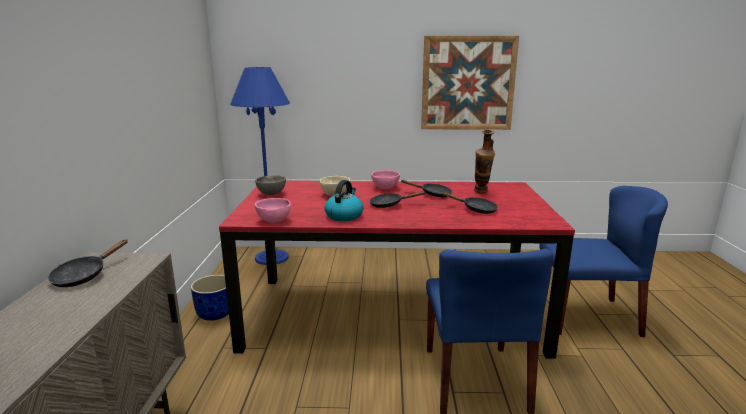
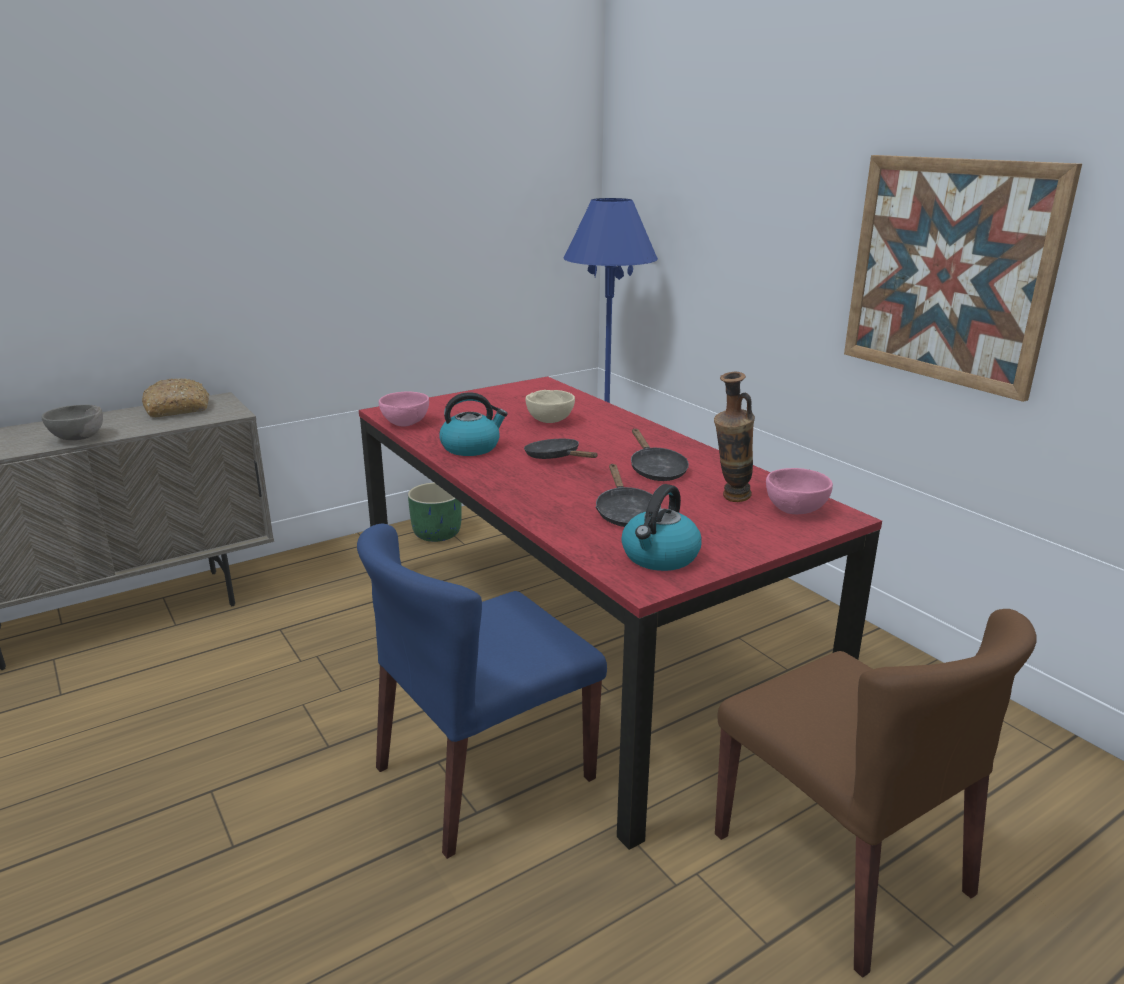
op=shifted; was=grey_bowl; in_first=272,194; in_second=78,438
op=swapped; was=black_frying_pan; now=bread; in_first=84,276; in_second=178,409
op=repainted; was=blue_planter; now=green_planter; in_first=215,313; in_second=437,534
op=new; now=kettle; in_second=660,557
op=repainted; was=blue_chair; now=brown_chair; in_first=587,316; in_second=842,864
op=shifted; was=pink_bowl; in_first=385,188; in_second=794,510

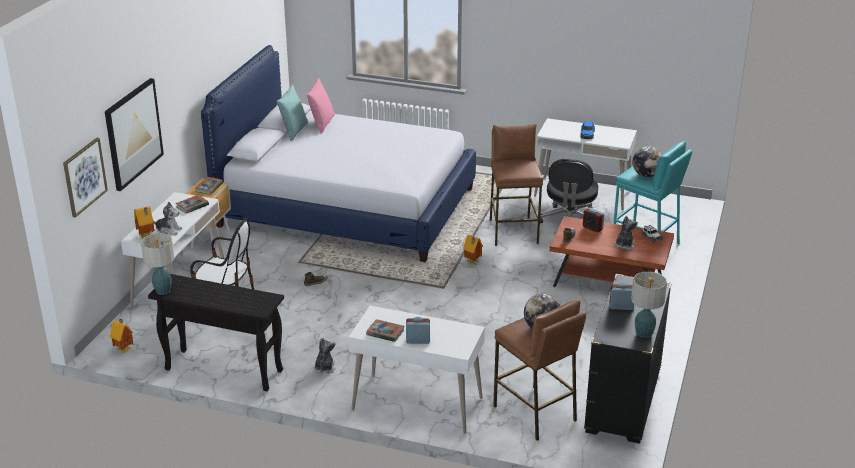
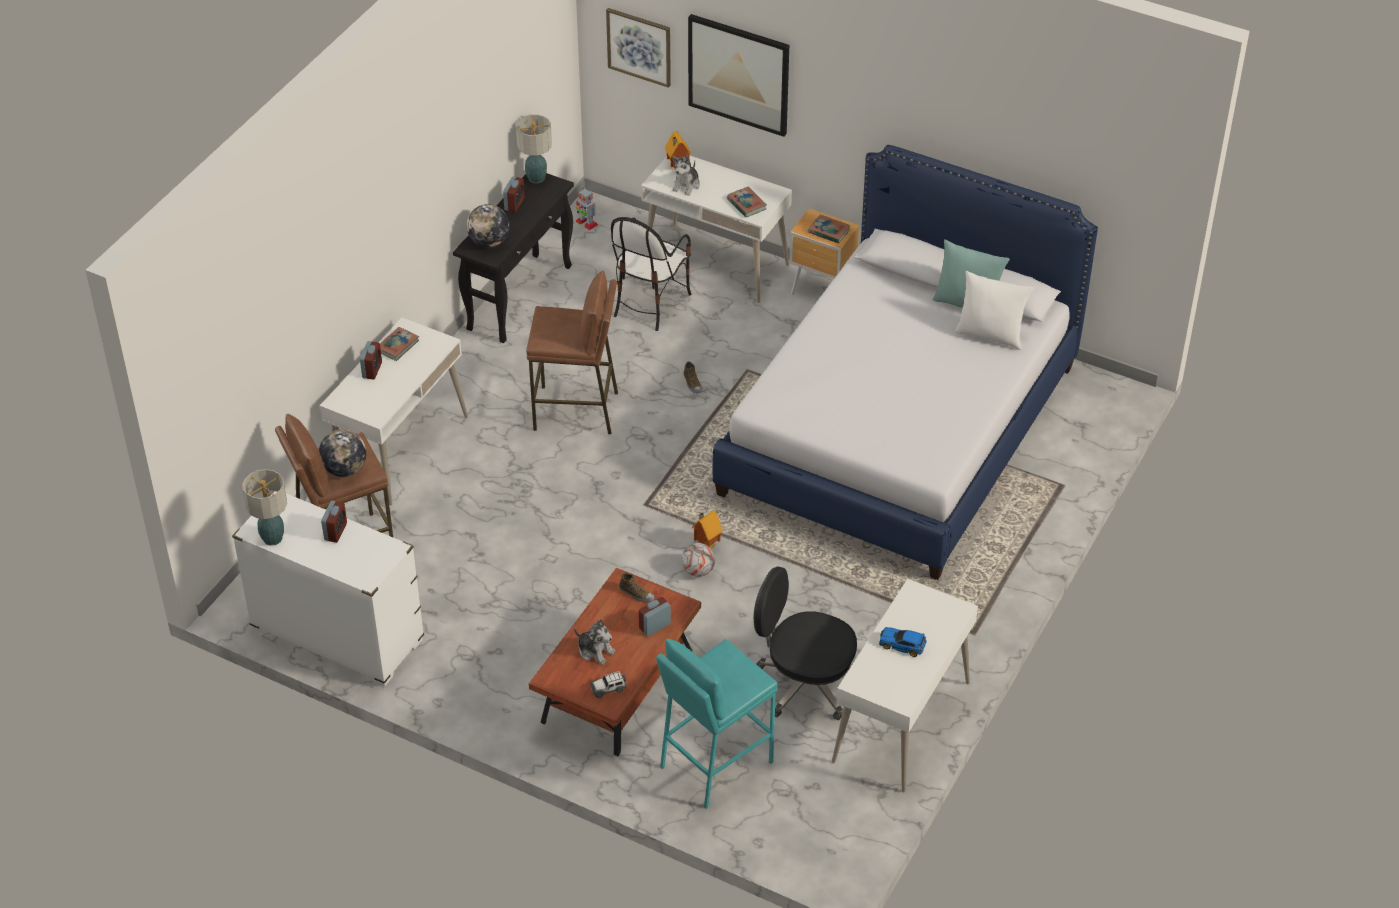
op=repainted; was=black_dresser; now=white_dresser; in_first=623,401; in_second=337,635
op=shifted; was=globe; in_first=646,175; in_second=489,242
op=new; now=alarm_clock; in_second=514,204
op=shifted; was=brown_stool; in_first=513,231; in_second=576,411
op=swapped; was=toy_house; now=toy_robot; in_first=124,349; in_second=586,223
op=new; now=football; in_second=698,571
op=repainted; was=pink_pillow; now=white_pillow; in_first=321,124; in_second=990,335
op=gone; was=plush_toy; in_first=324,368

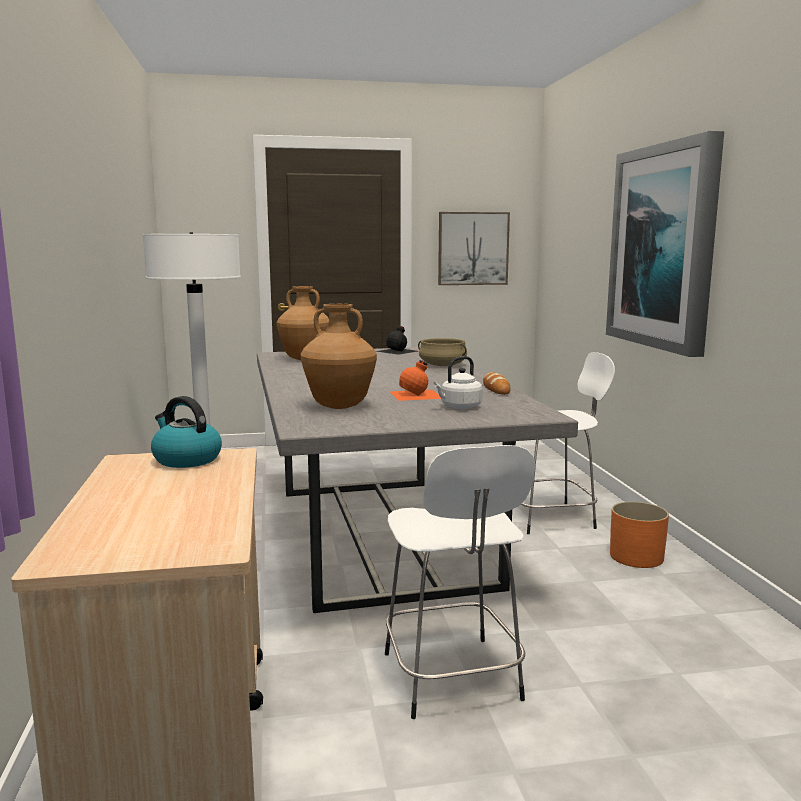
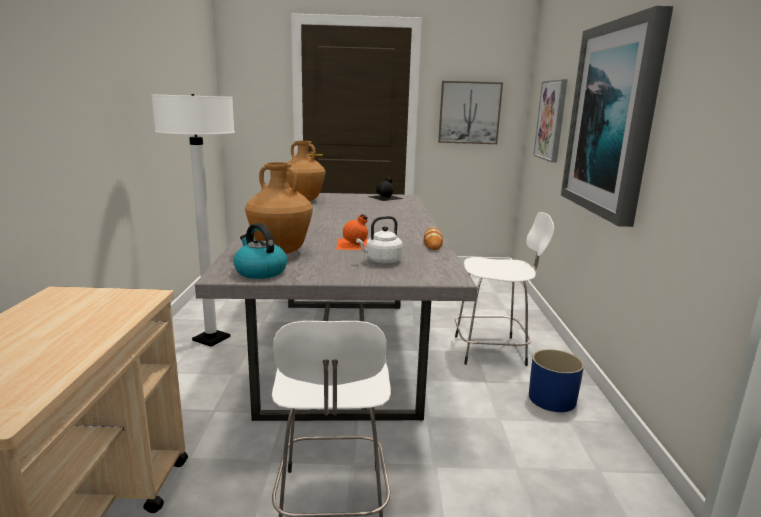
op=shifted; was=kettle; in_first=186,459; in_second=260,272
op=repainted; was=orange_planter; now=blue_planter; in_first=637,557; in_second=552,399
op=new; now=picture; in_second=551,120
op=gone; was=beige_cooking_pot; in_first=442,365

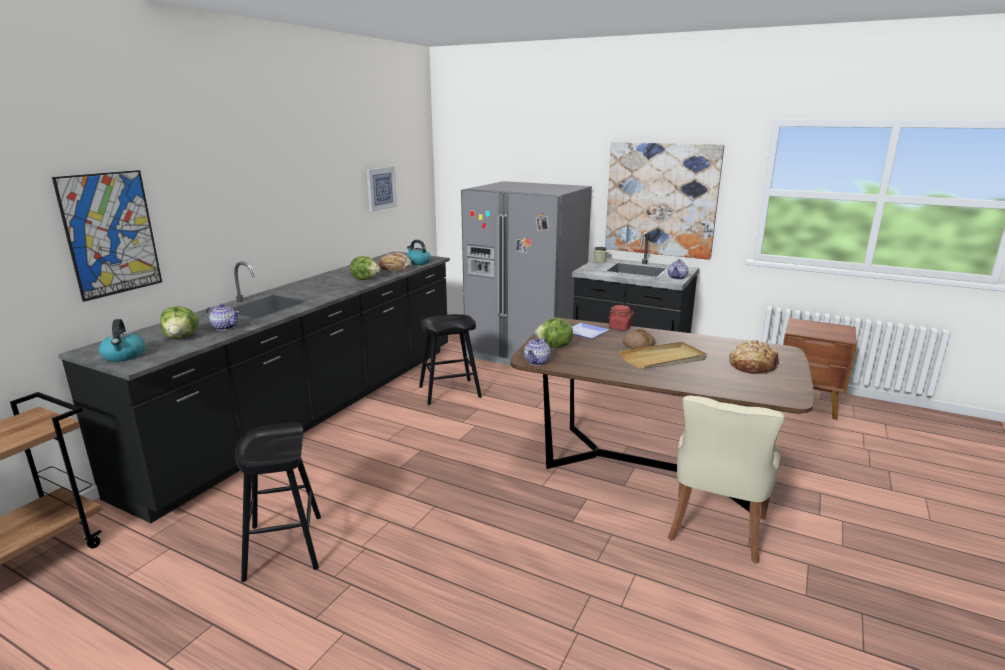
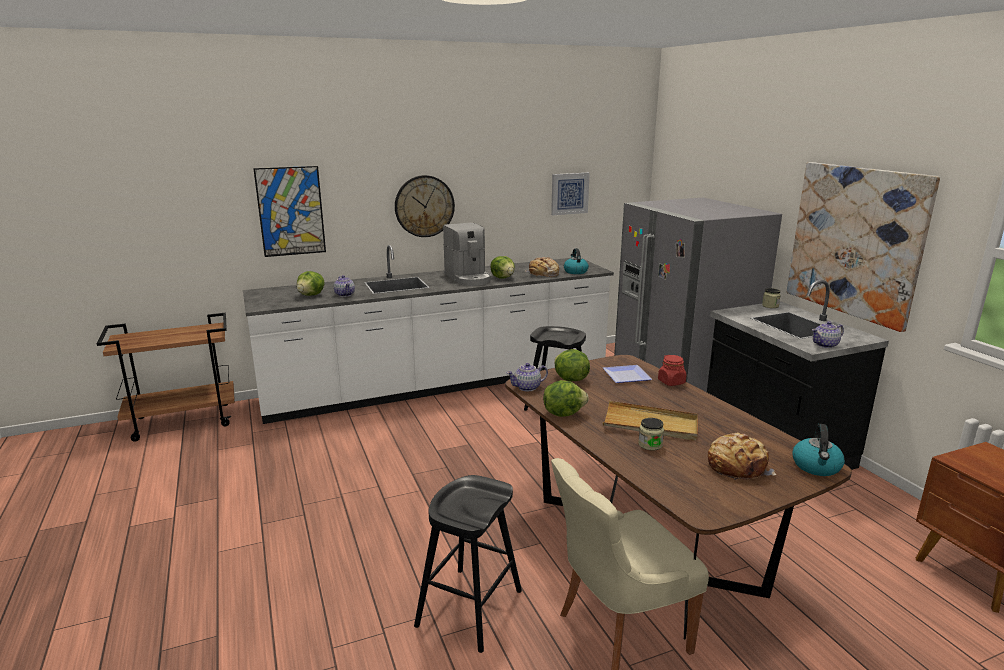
op=repainted; was=black_counter; now=white_counter; in_first=316,410; in_second=440,385
op=new; now=wall_clock; in_second=424,206
op=shifted; was=black_stool; in_first=284,547; in_second=469,608
op=new; now=coffee_machine; in_second=468,278
op=new; now=lettuce; in_second=563,413
op=new; now=jar; in_second=650,444
op=shifted; was=kettle; in_first=124,356; in_second=816,467
op=gone; was=bread; in_first=638,345

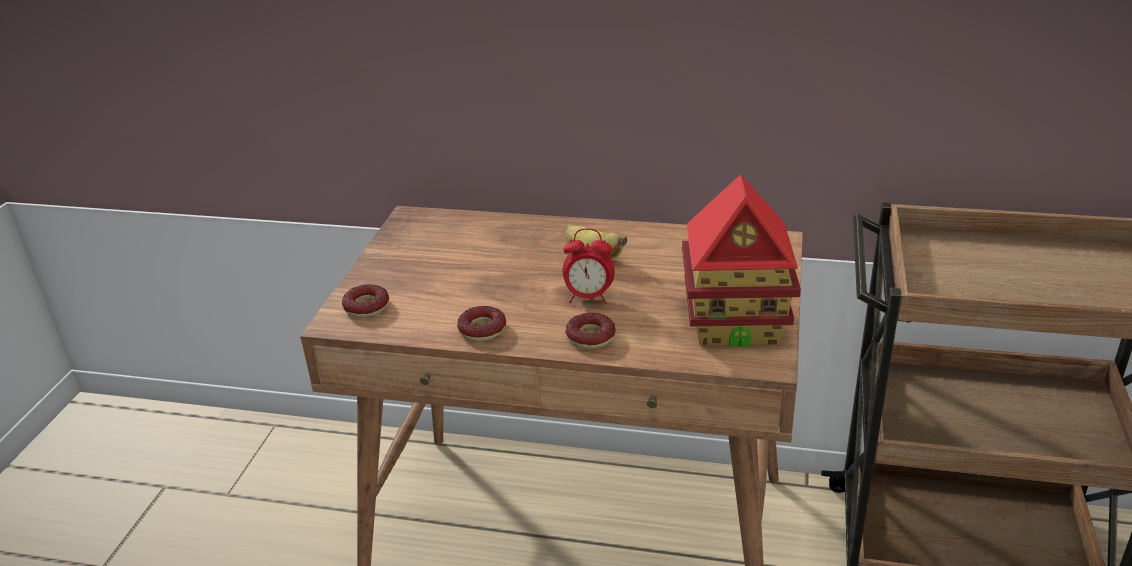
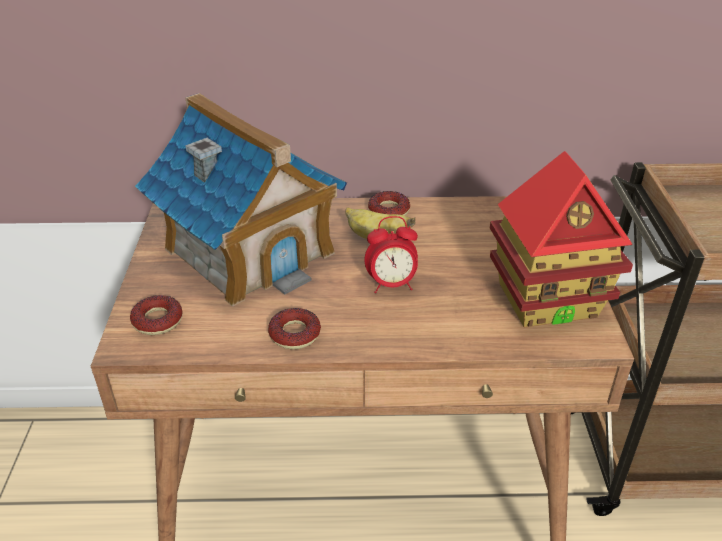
op=new; now=toy_house; in_second=249,250
op=shifted; was=donut; in_first=590,336; in_second=388,211

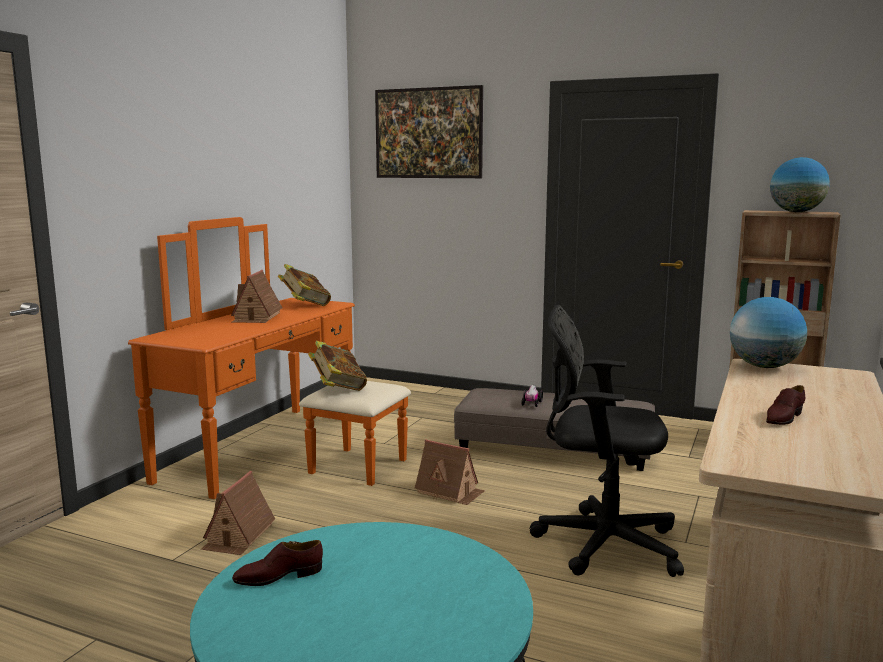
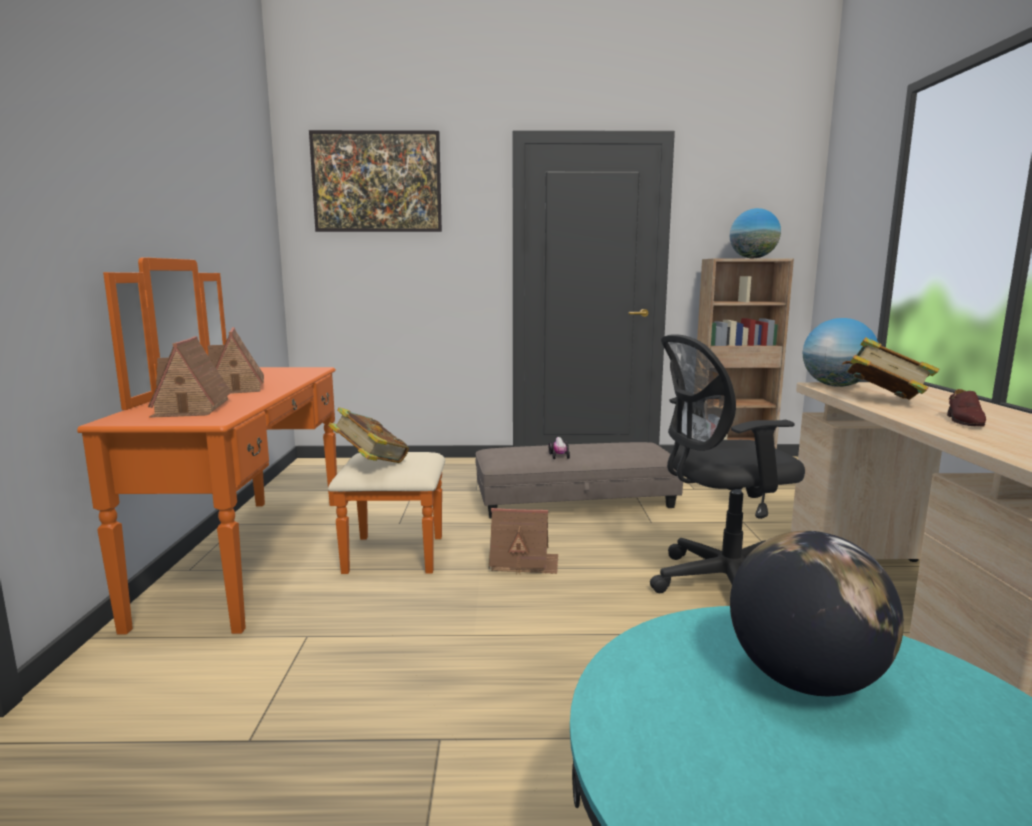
op=shifted; was=toy_house; in_first=238,536; in_second=191,408
op=new; now=globe; in_second=804,680
op=shifted; was=book; in_first=305,305; in_second=883,401
op=gone; was=brown_shoe; in_first=278,576

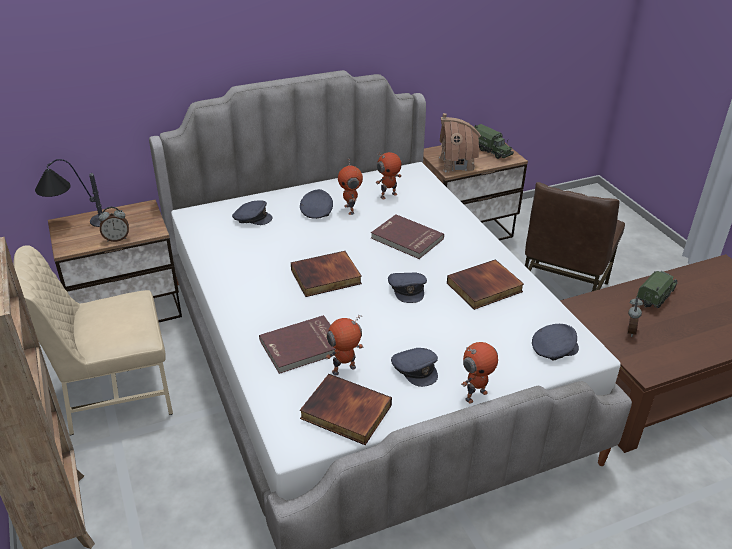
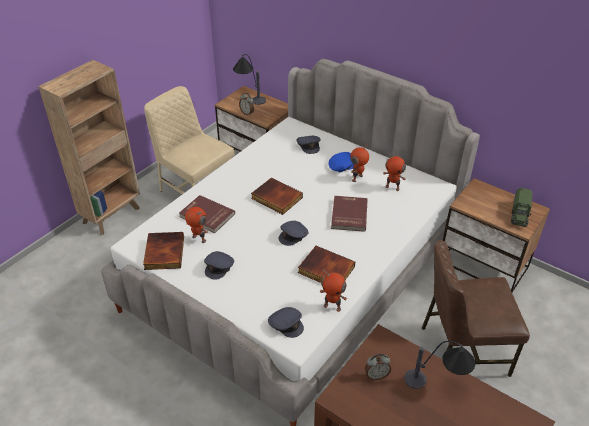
op=shifted; was=toy_robot; in_first=475,395; in_second=332,306
op=repainted; was=grey_cap; now=blue_cap; in_first=316,211; in_second=341,166
op=swapped; was=toy_truck; now=table_lamp; in_first=655,295; in_second=438,382
op=gone; was=toy_house; in_first=456,164

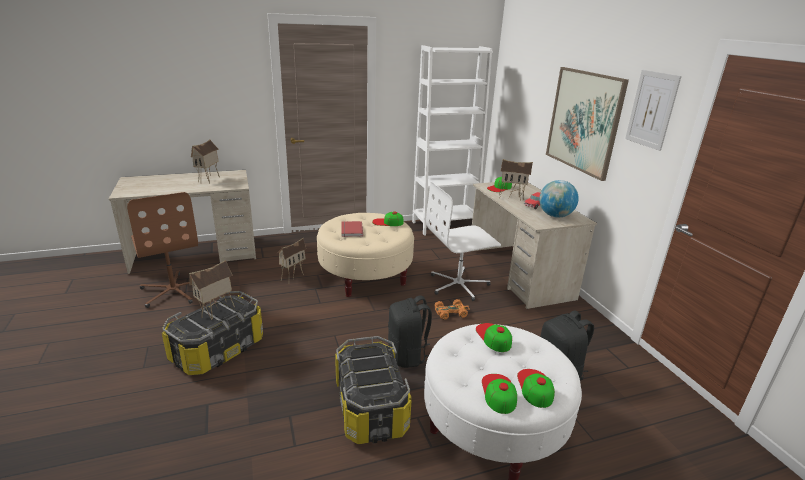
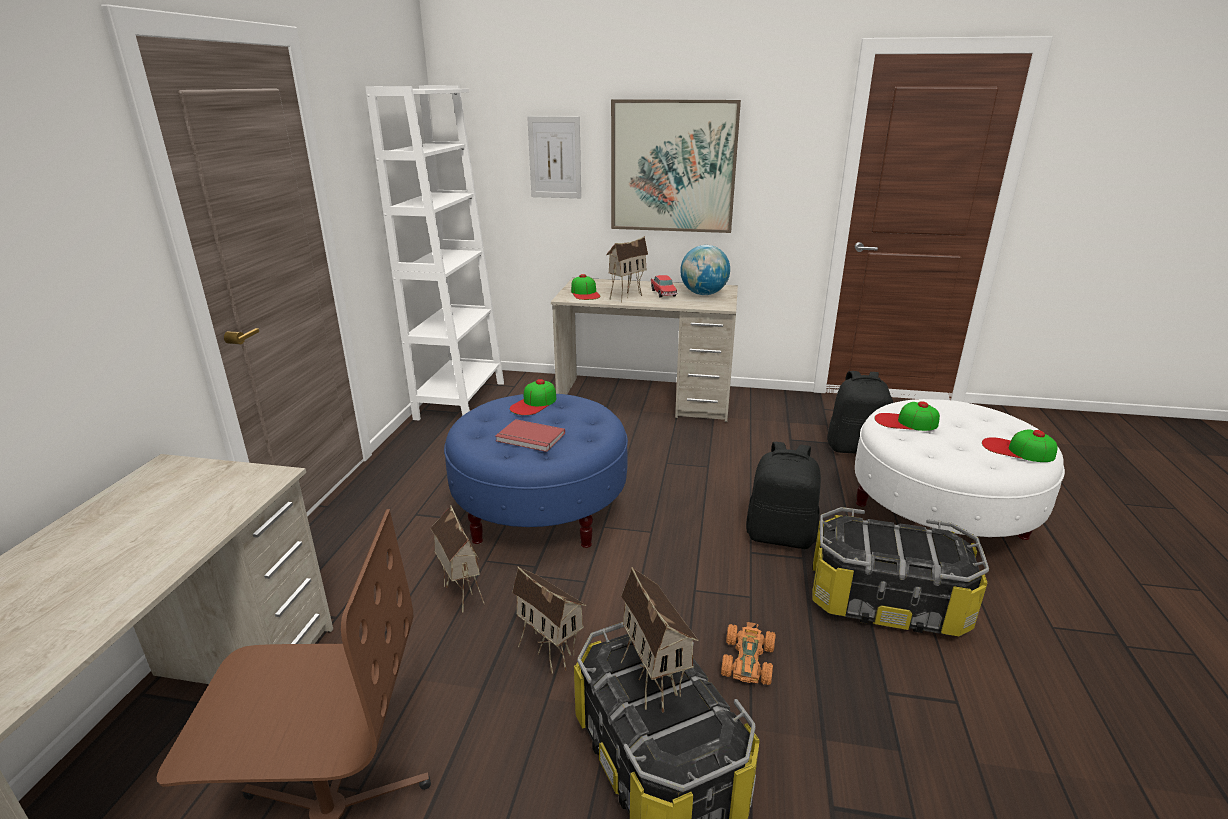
op=repainted; was=beige_ottoman; now=blue_ottoman; in_first=365,276; in_second=541,511
op=shifted; was=toy_house; in_first=209,180; in_second=550,653
op=shifted; was=picture; in_first=651,109; in_second=555,157
op=shifted; was=orange_toy_car; in_first=451,313; in_second=747,659
op=gone; was=white_office_chair; in_first=459,285
op=gone; was=cap; in_first=535,387

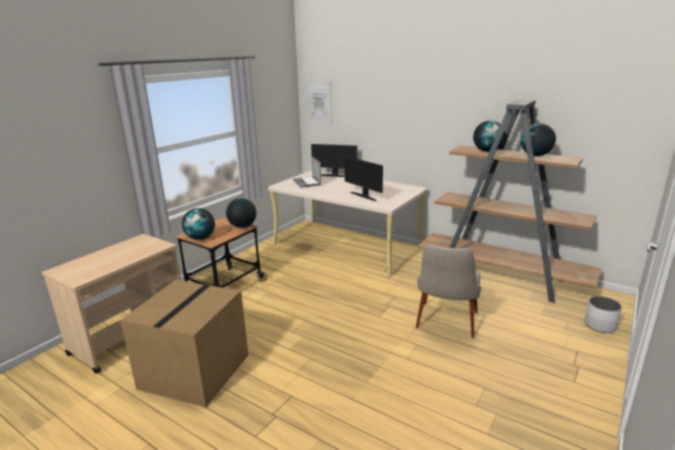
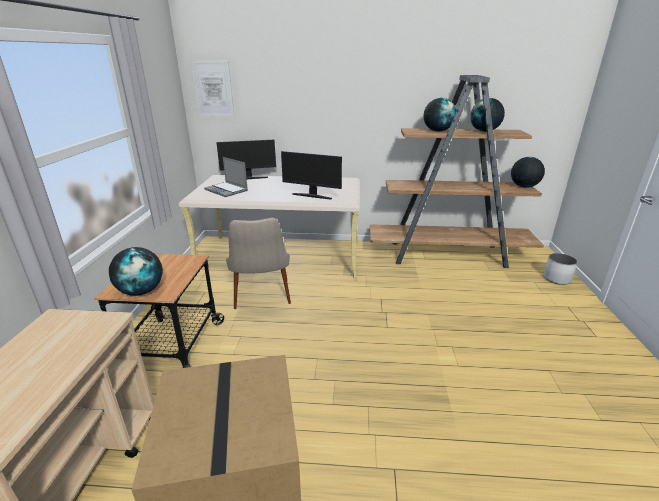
op=shifted; was=beige_chair; in_first=445,326; in_second=262,300
op=shifted; was=globe; in_first=242,226; in_second=524,186

